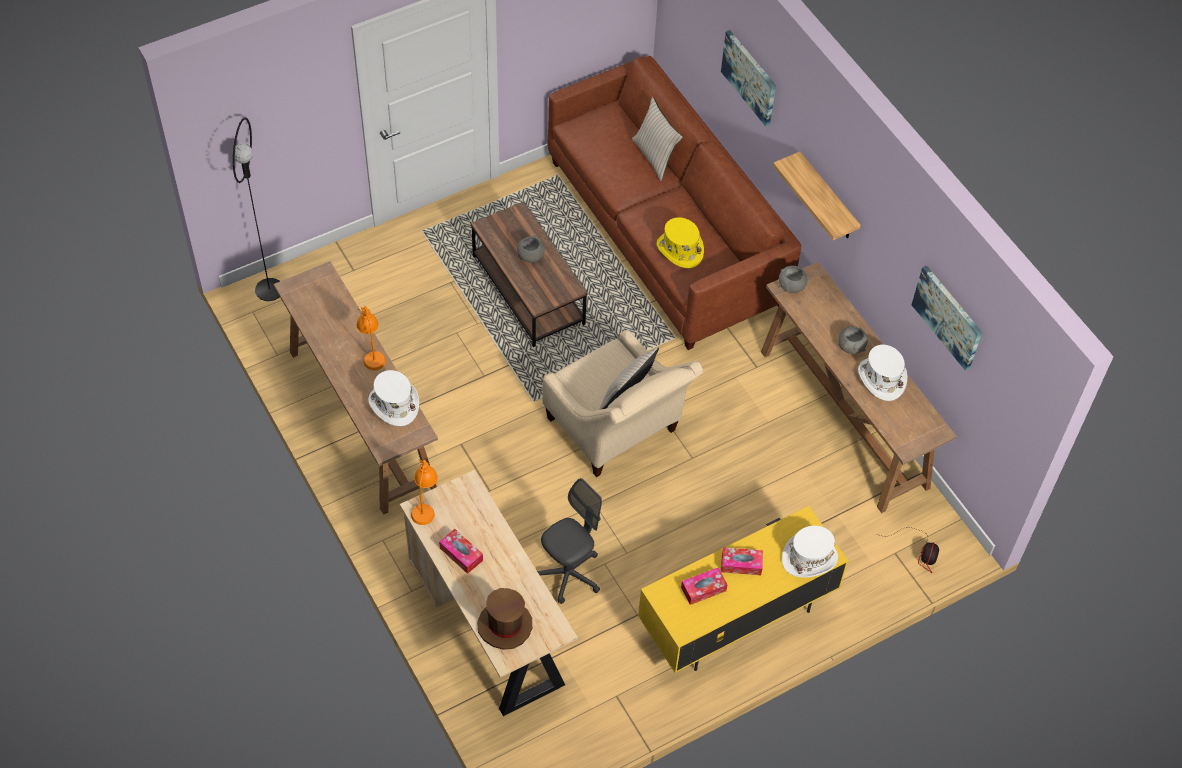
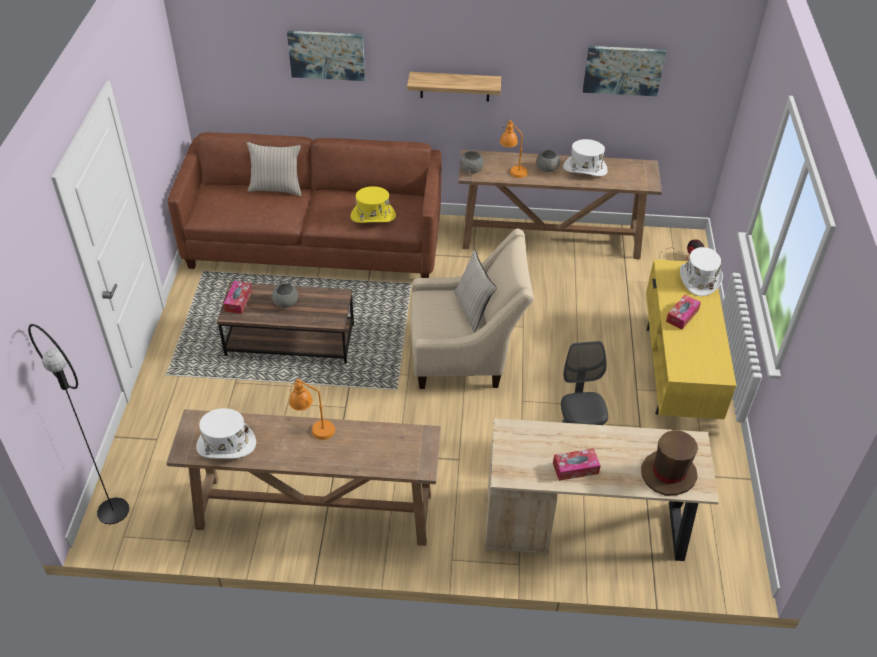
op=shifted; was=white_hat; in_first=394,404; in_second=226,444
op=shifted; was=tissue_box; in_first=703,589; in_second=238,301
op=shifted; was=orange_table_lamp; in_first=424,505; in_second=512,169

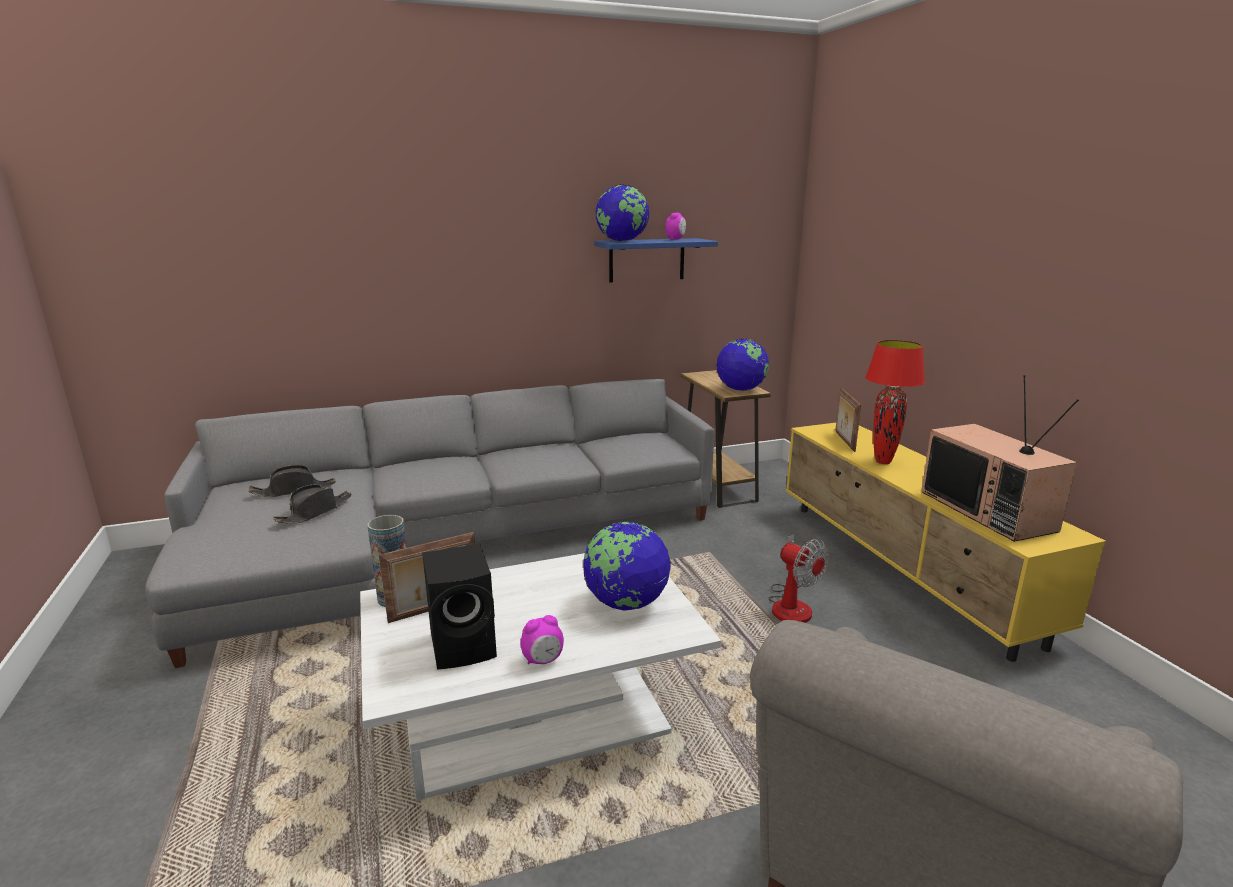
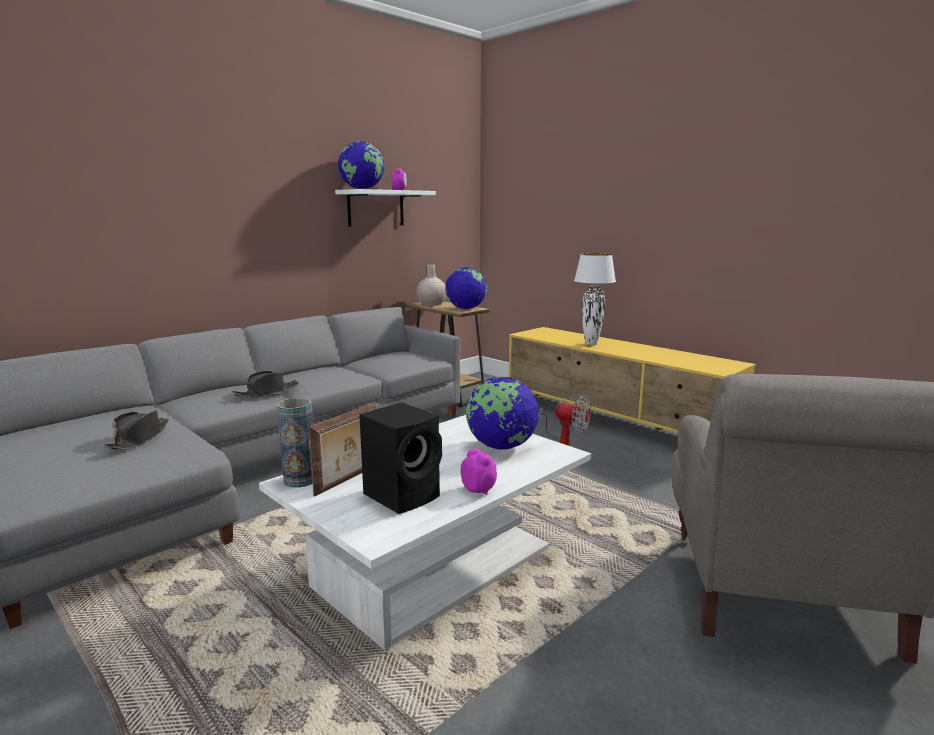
op=shifted; was=black_hat; in_first=294,490; in_second=267,392
op=repainted; was=blue_shelf; now=white_shelf; in_first=646,260; in_second=376,208
op=new; now=beige_vase; in_second=431,304
op=rotated; was=alarm_clock; in_first=543,660; in_second=479,490; clockwise=-75
op=repainted; was=red_table_lamp; now=white_table_lamp; in_first=883,462; in_second=591,344
op=gone; was=picture_frame; in_first=844,441
op=gone; was=television; in_first=990,511

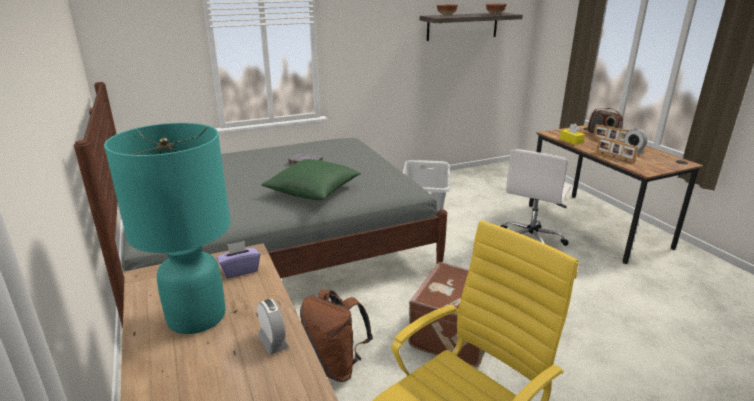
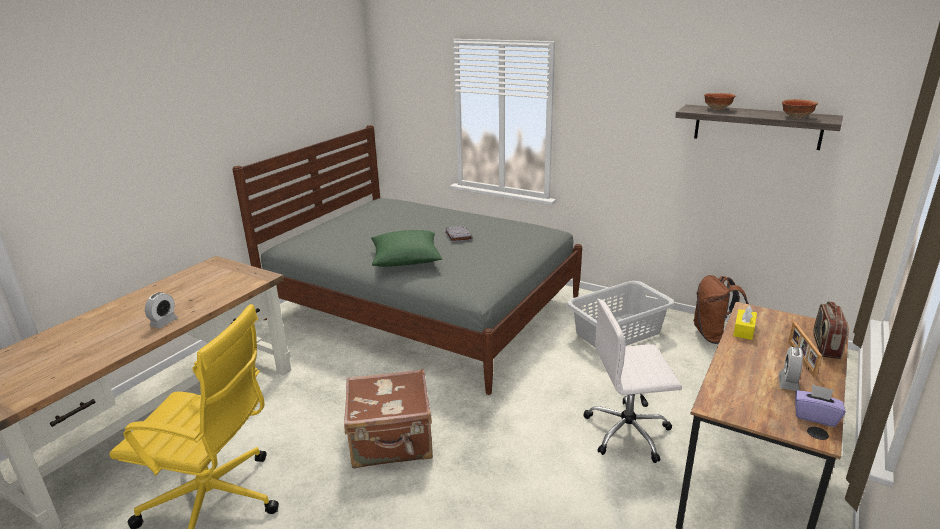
op=shifted; was=brown_backpack; in_first=335,366; in_second=714,336
op=shifted; was=purple_tissue_box; in_first=240,270; in_second=815,416
op=gone; was=turquoise_table_lamp; in_first=197,316
op=gone; was=picture_frame; in_first=614,157

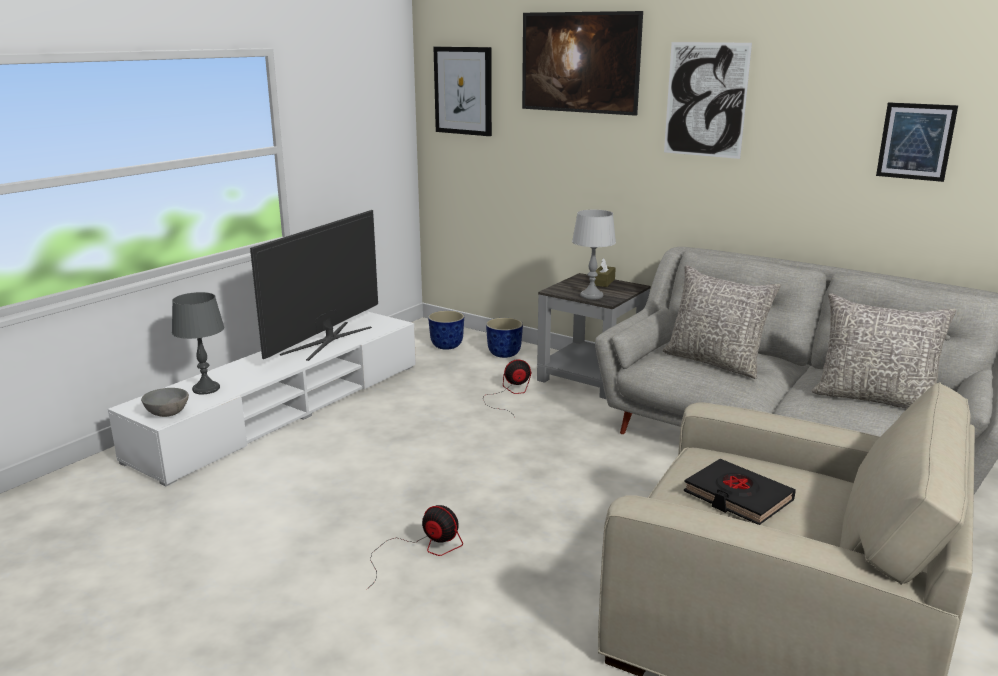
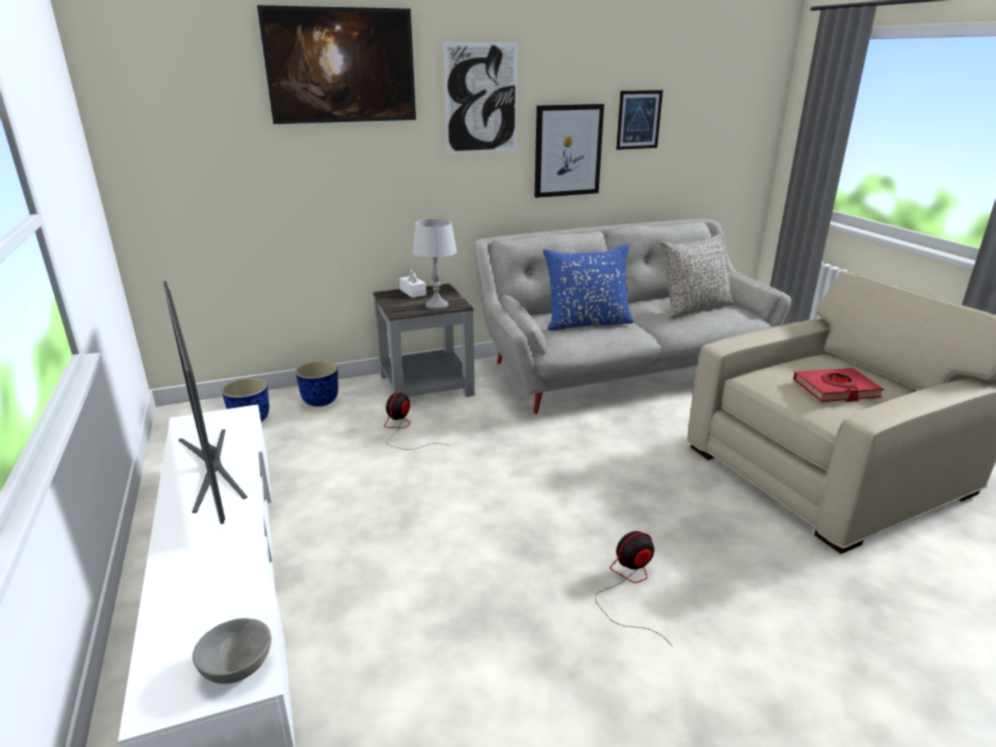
op=repainted; was=brown_tissue_box; now=white_tissue_box; in_first=603,282; in_second=413,292
op=shifted; was=picture; in_first=463,91; in_second=567,150
op=repainted; was=grey_pillow; now=blue_pillow; in_first=714,362; in_second=586,323
op=repainted; was=black_book; now=red_book; in_first=737,497; in_second=836,390
op=gone; was=grey_table_lamp; in_first=206,389

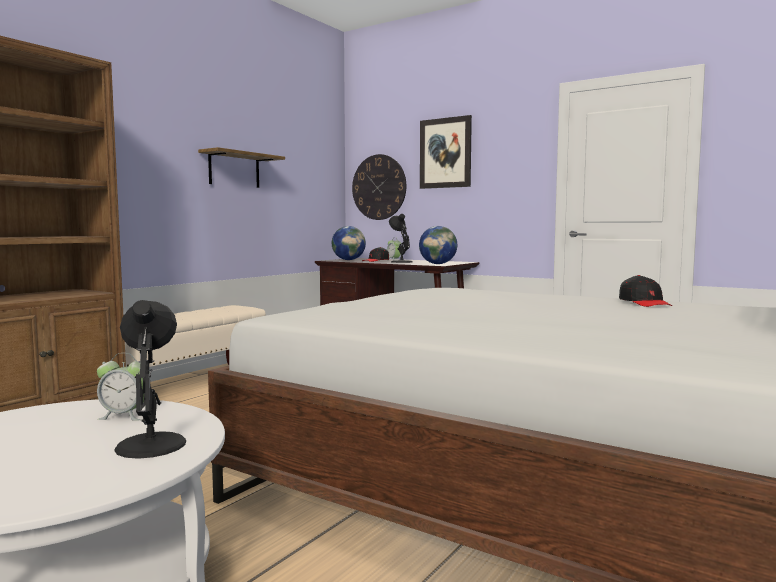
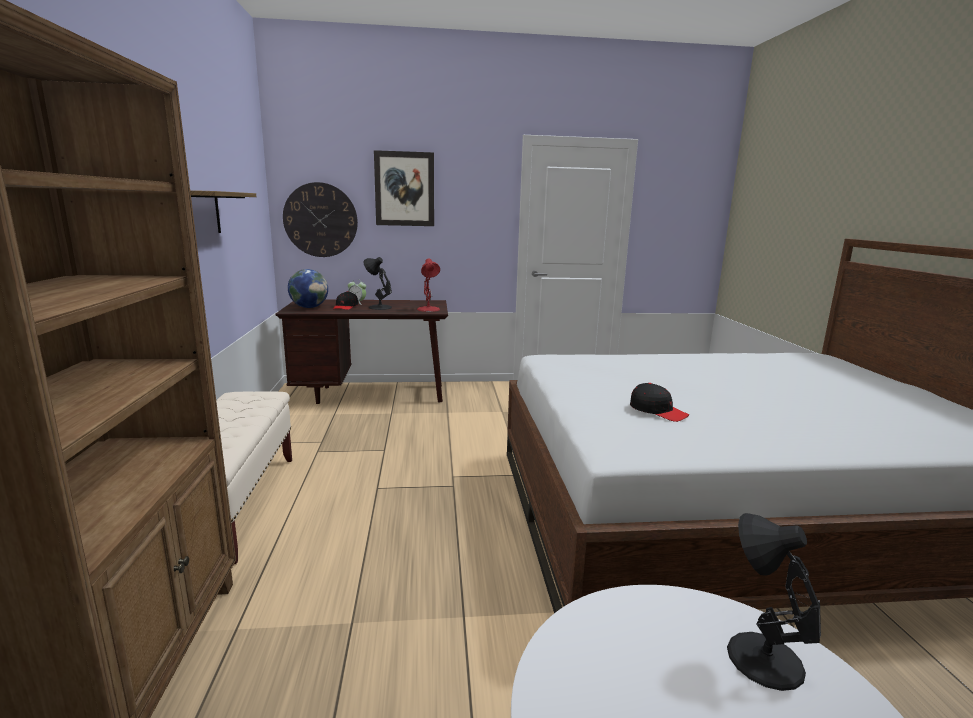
op=swapped; was=globe; now=red_table_lamp; in_first=438,264; in_second=429,309
op=shifted; was=black_cap; in_first=644,303; in_second=657,411
op=gone; was=alarm_clock; in_first=124,416

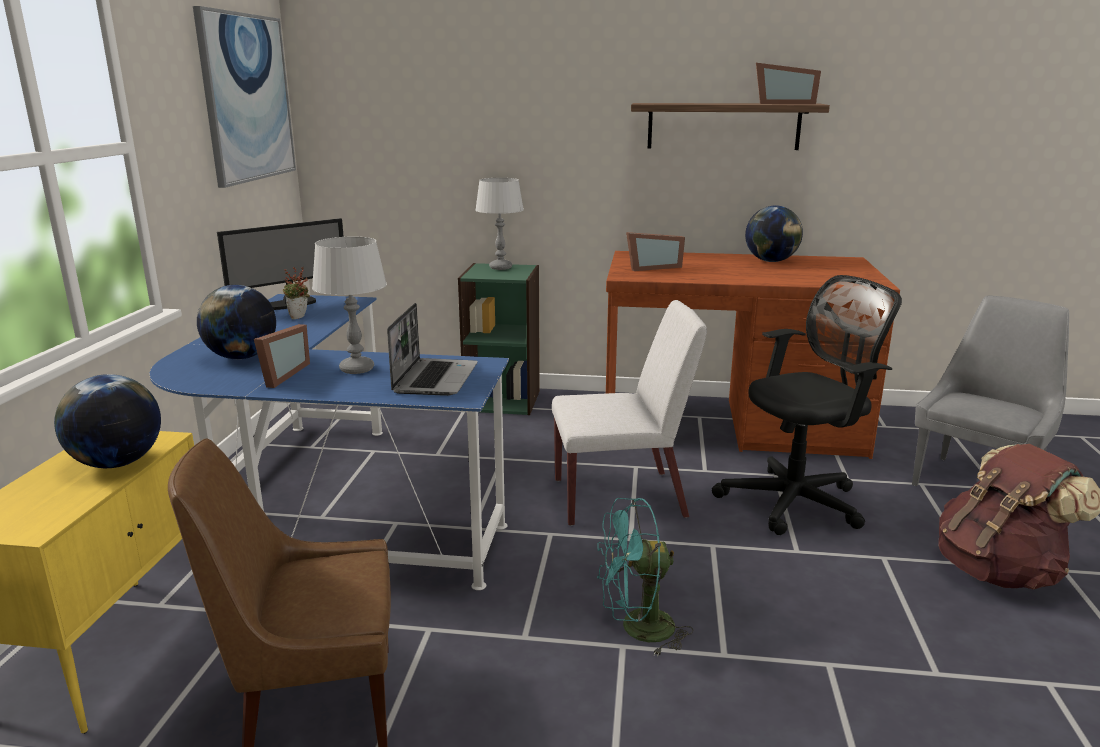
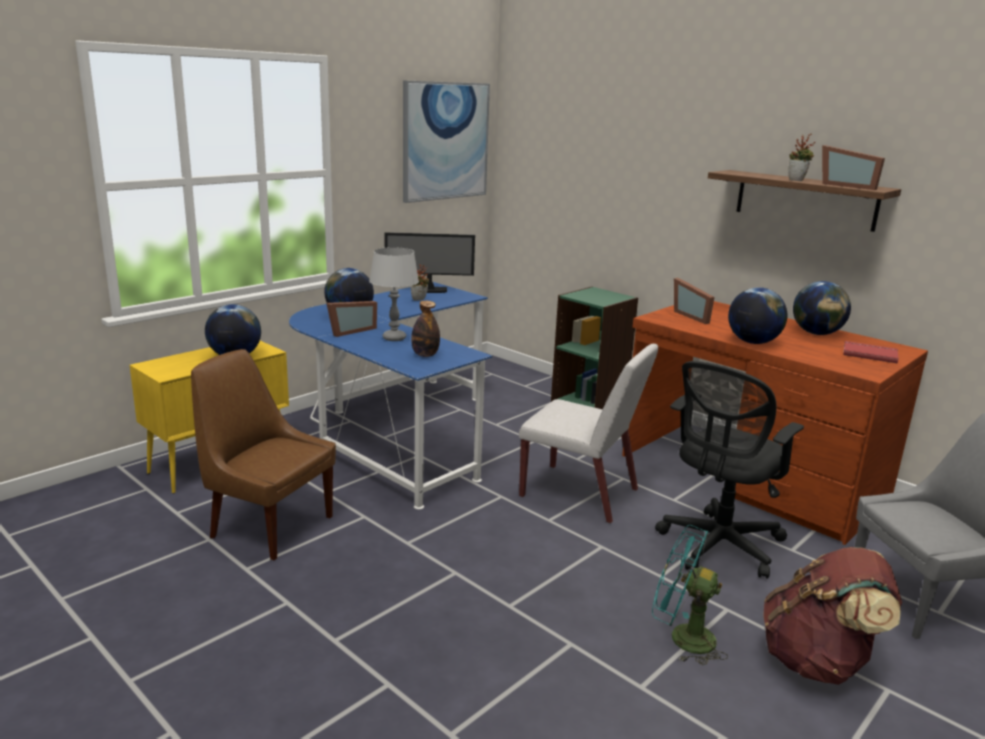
op=swapped; was=laptop; now=bottle; in_first=435,378; in_second=425,355
op=shifted; was=turquoise_fan; in_first=637,629; in_second=682,637
op=rotated; was=black_office_chair; in_first=797,501; in_second=717,547; clockwise=120
op=rotated; was=picture_frame; in_first=651,267; in_second=693,316; clockwise=45
op=new; now=globe; in_second=753,342
op=new; now=potted_plant; in_second=798,180
op=new; now=red_book; in_second=869,354
op=gone; was=grey_table_lamp; in_first=500,267

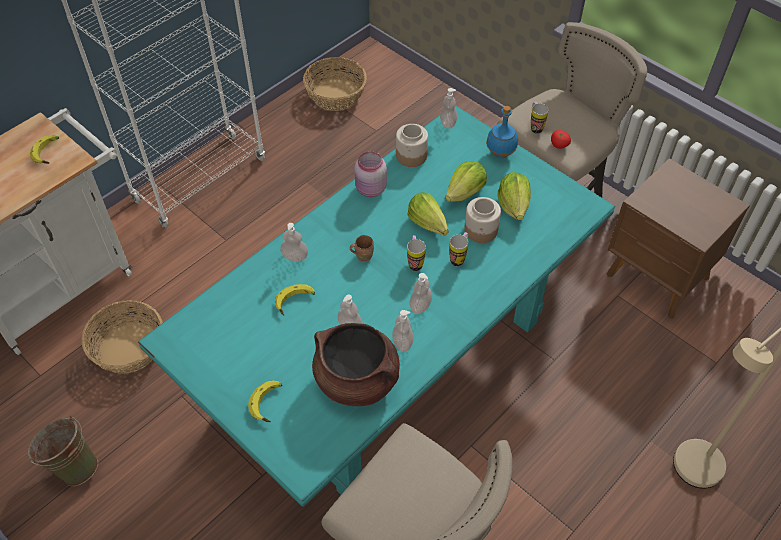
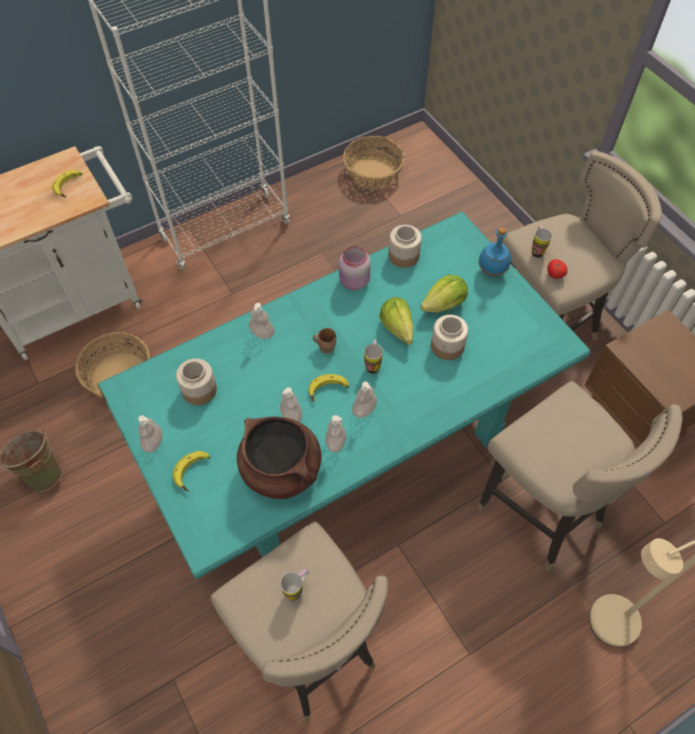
op=shifted; was=soap_dispenser; in_first=448,123; in_second=153,442
op=new; now=jar; in_second=199,390
op=shifted; was=mug; in_first=459,258; in_second=297,589
op=shifted; was=banana; in_first=295,302; in_second=328,391
op=new; now=beige_stool; in_second=539,512
op=gone; was=lettuce; in_first=513,205

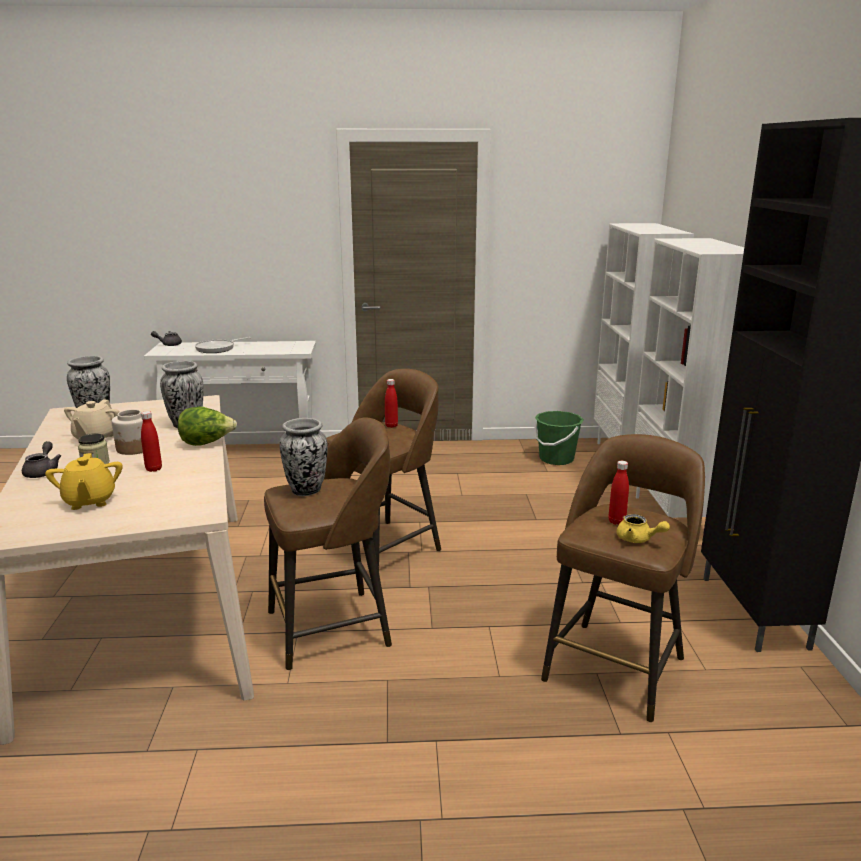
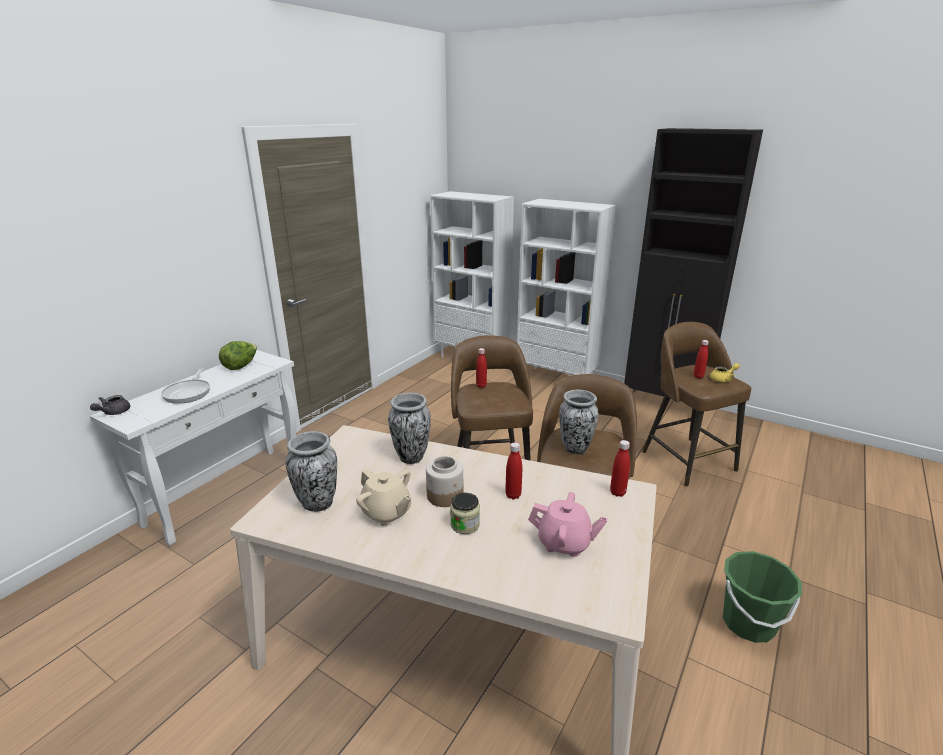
op=shifted; was=lettuce; in_first=207,443; in_second=241,366
op=repainted; was=yellow_teapot; now=pink_teapot; in_first=89,501; in_second=564,543
op=new; now=red_bottle; in_second=617,492
op=shifted; was=green_bucket; in_first=556,459; in_second=748,623
op=gone; was=grey_teapot; in_first=43,471

